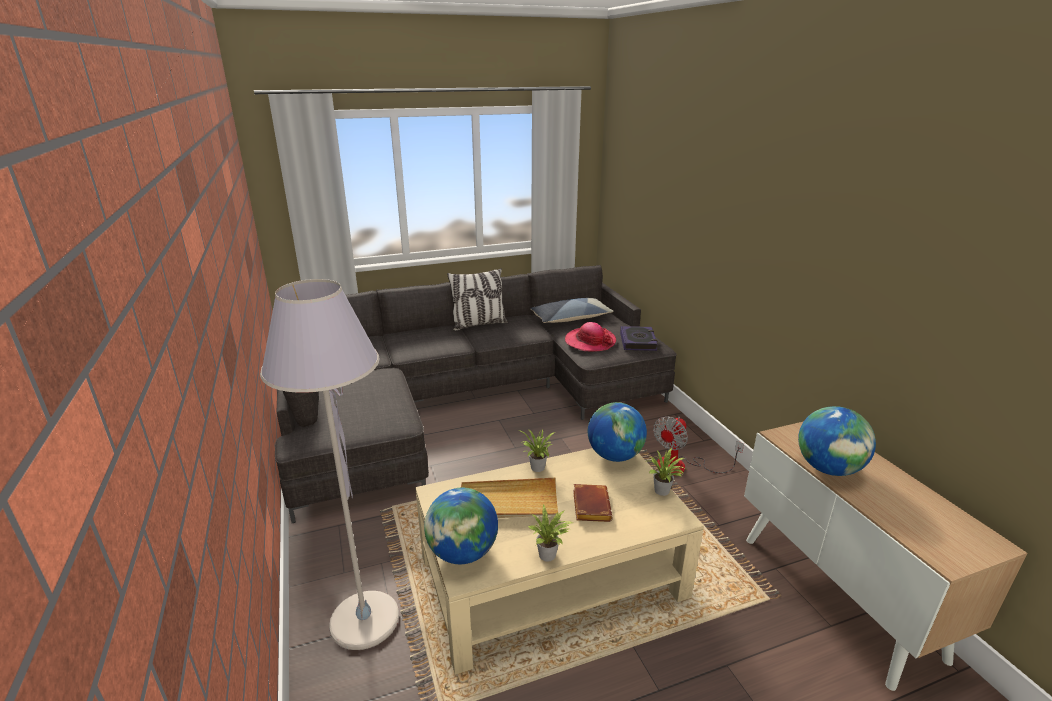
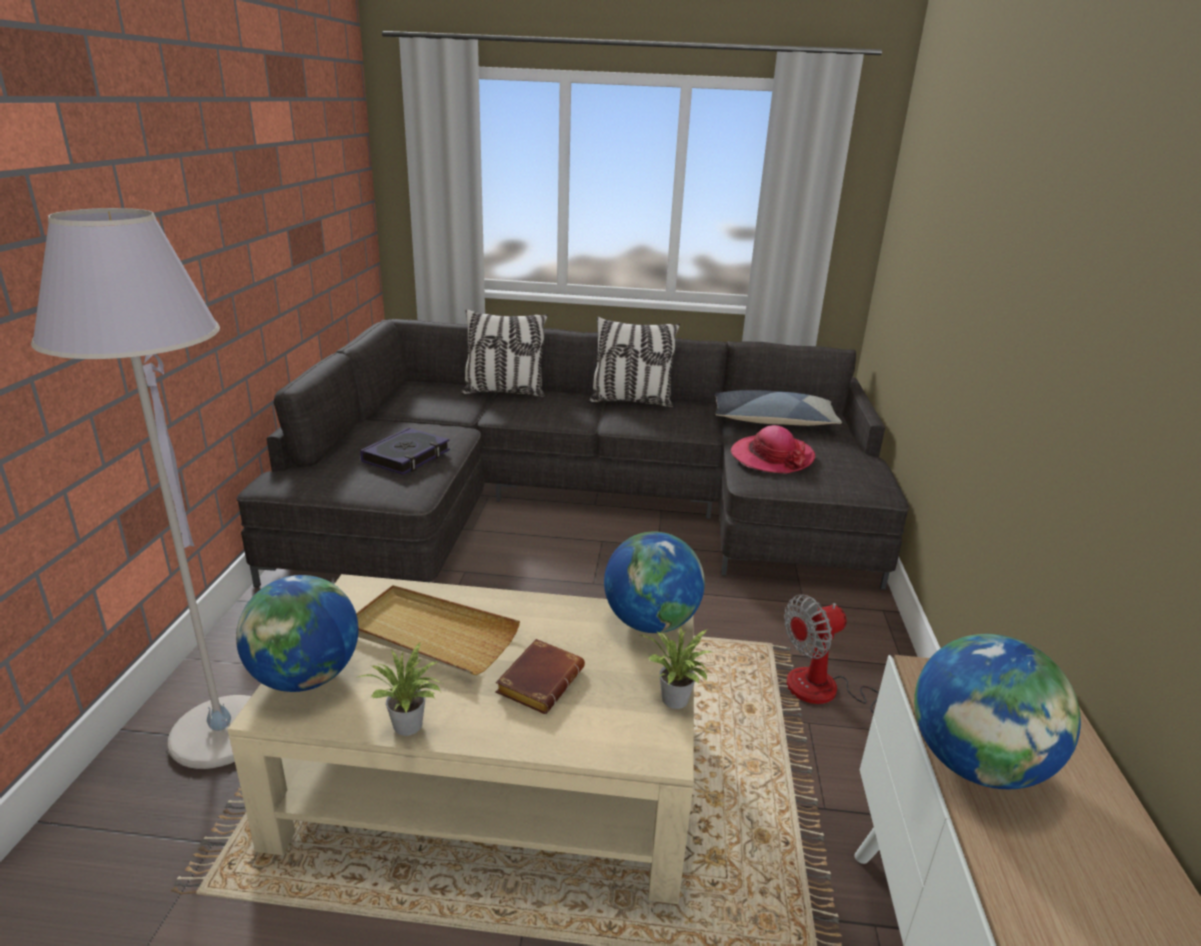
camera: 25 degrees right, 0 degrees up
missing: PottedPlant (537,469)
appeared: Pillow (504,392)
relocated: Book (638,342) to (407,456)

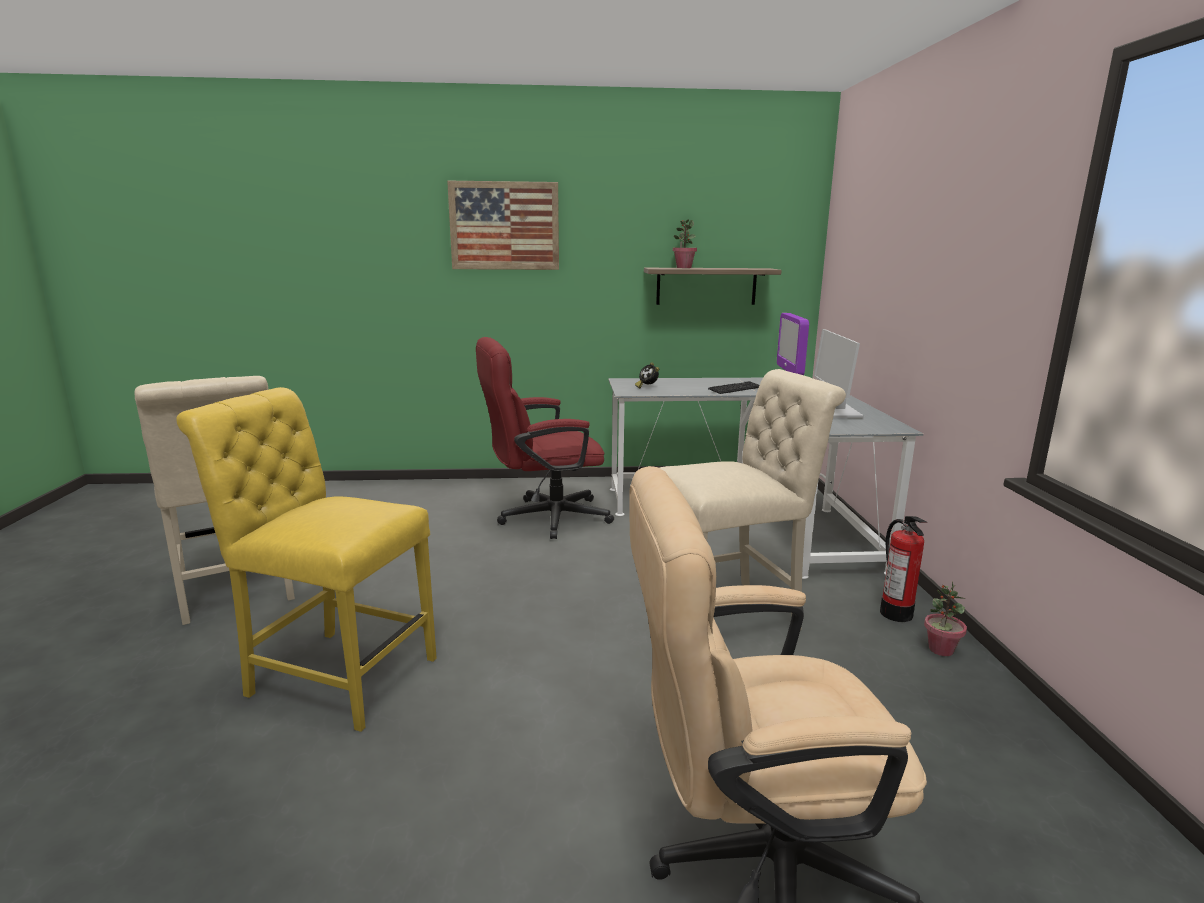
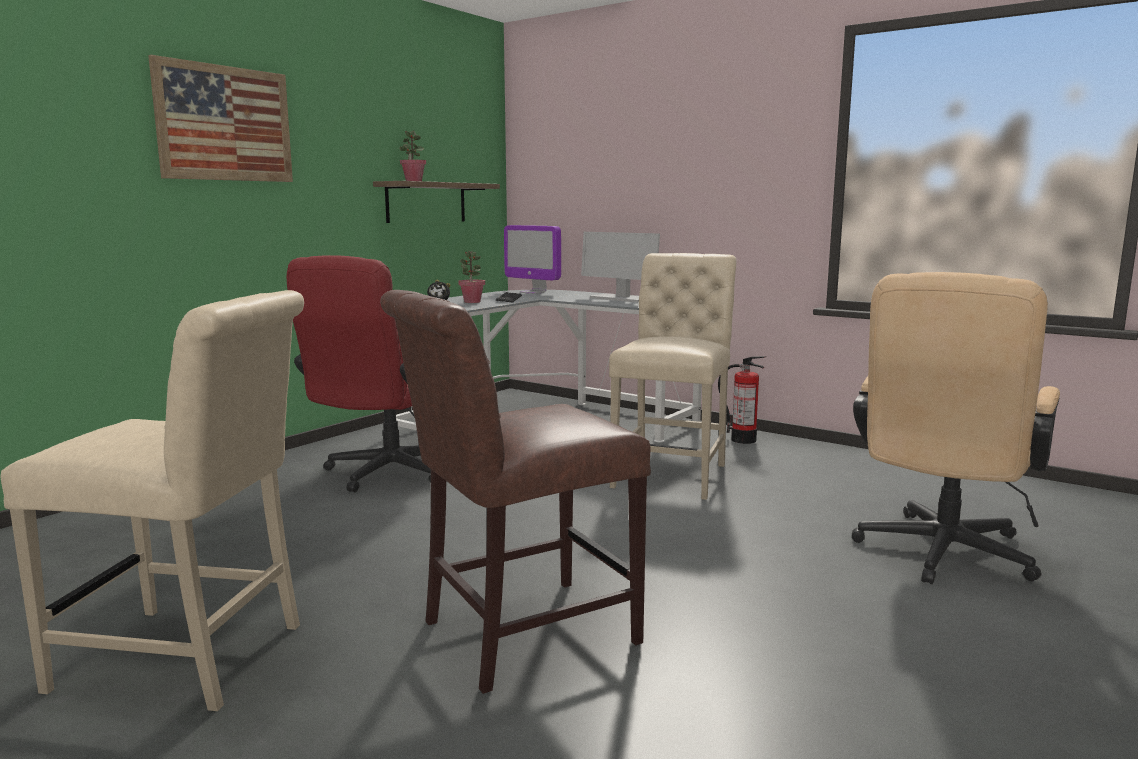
camera: 50 degrees left, 5 degrees down
relocated: PottedPlant (940,650) to (472,302)
colour: YellowChair (335,673) to BrownChair (518,634)

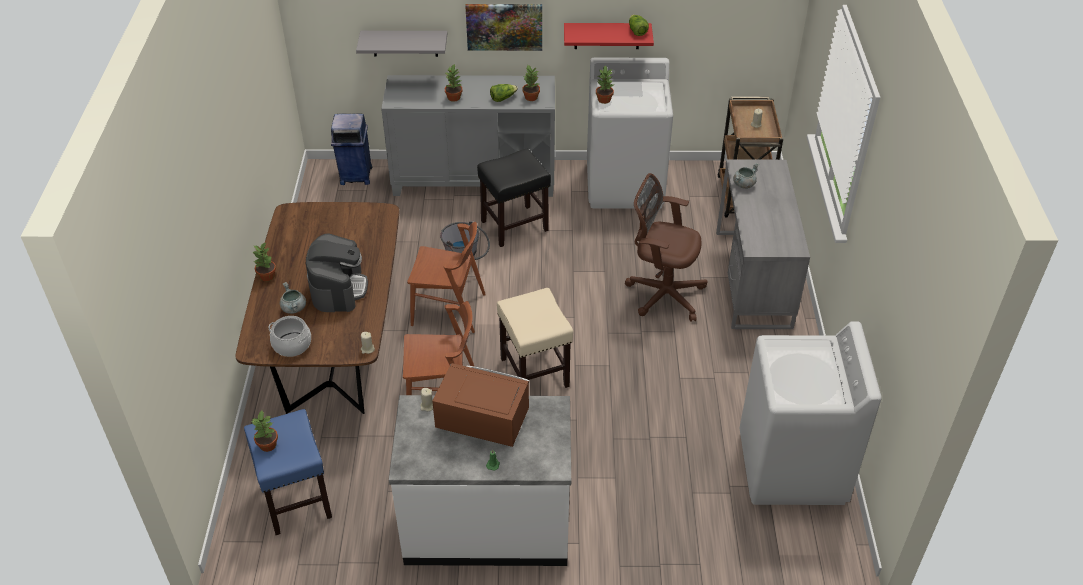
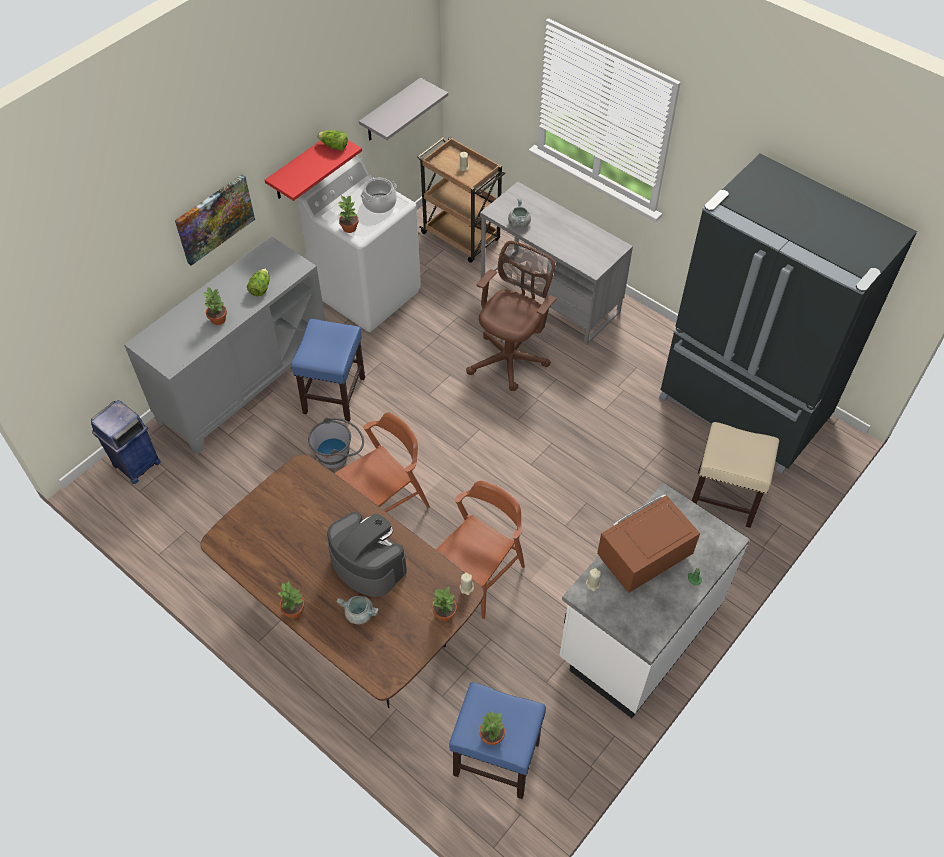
camera: 50 degrees left, 10 degrees up
relocated: GreyShelf (405,43) to (390,111); CookingPot (292,344) to (379,203); PottedPlant (530,97) to (444,613); BeigeStool (535,373) to (724,498)
exchanged: WhiteWashingMachine (792,468) to BlackFridge (743,409)
colour: BlackStool (515,225) to BlueStool (334,394)
spun: BrownOfficeChair (662,294) = (510,357) 150 degrees clockwise

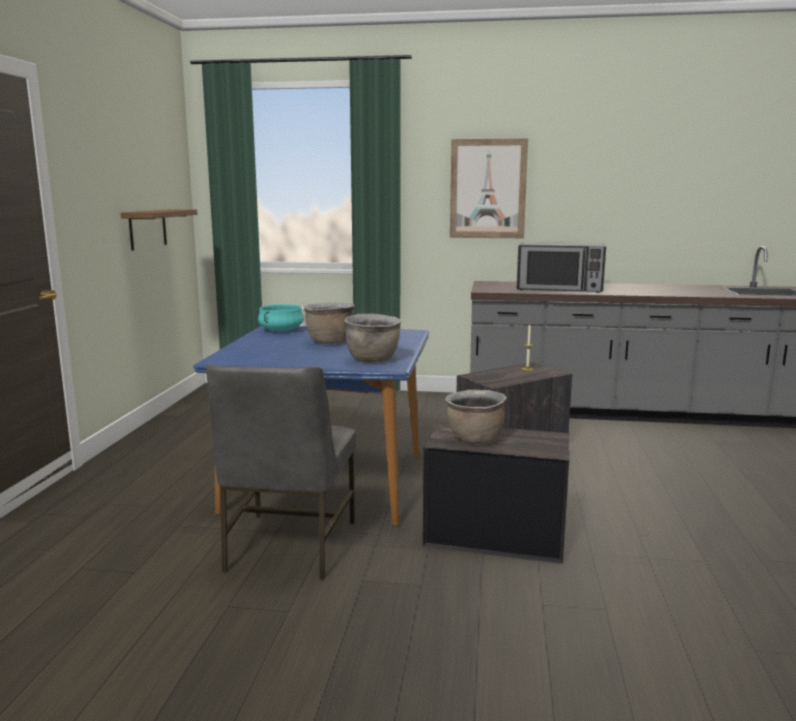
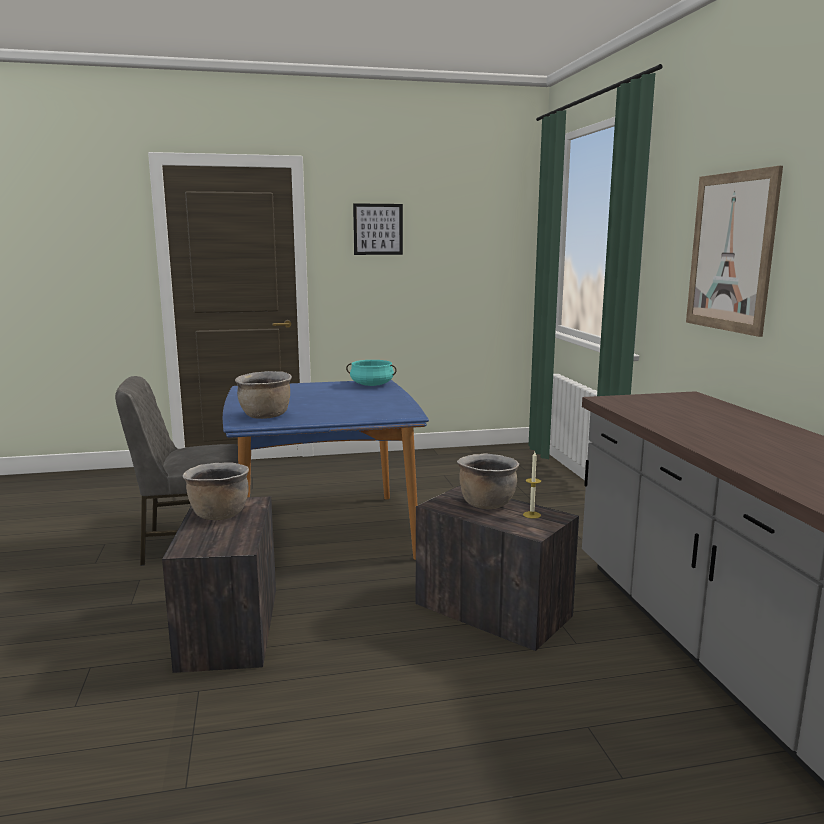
camera: 70 degrees right, 0 degrees up
missing: BrownShelf (147,229); Microwave (559,289)
appeared: Picture (378,229)
relocated: BrownCookingPot (329,342) to (486,504)

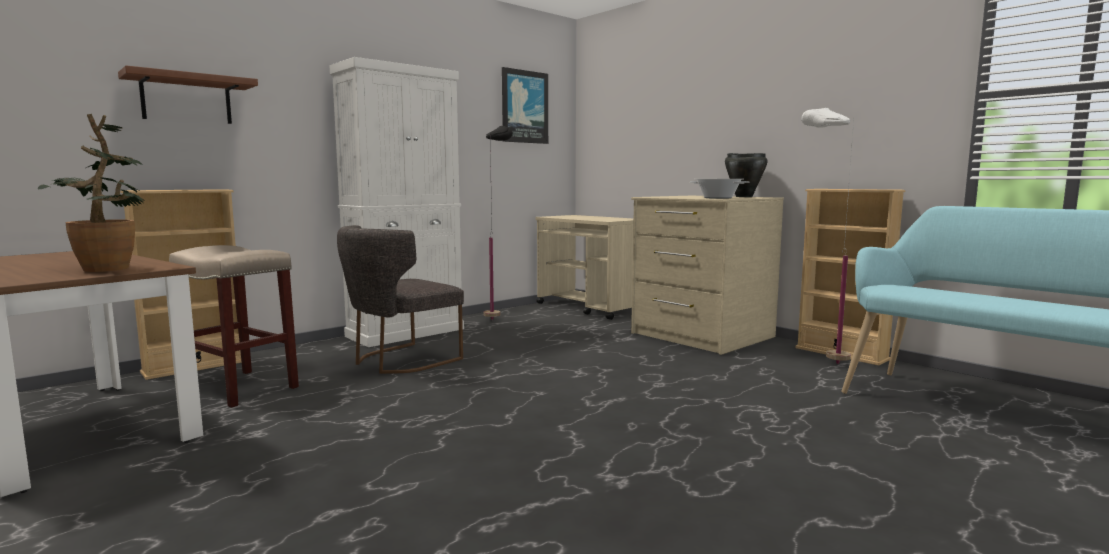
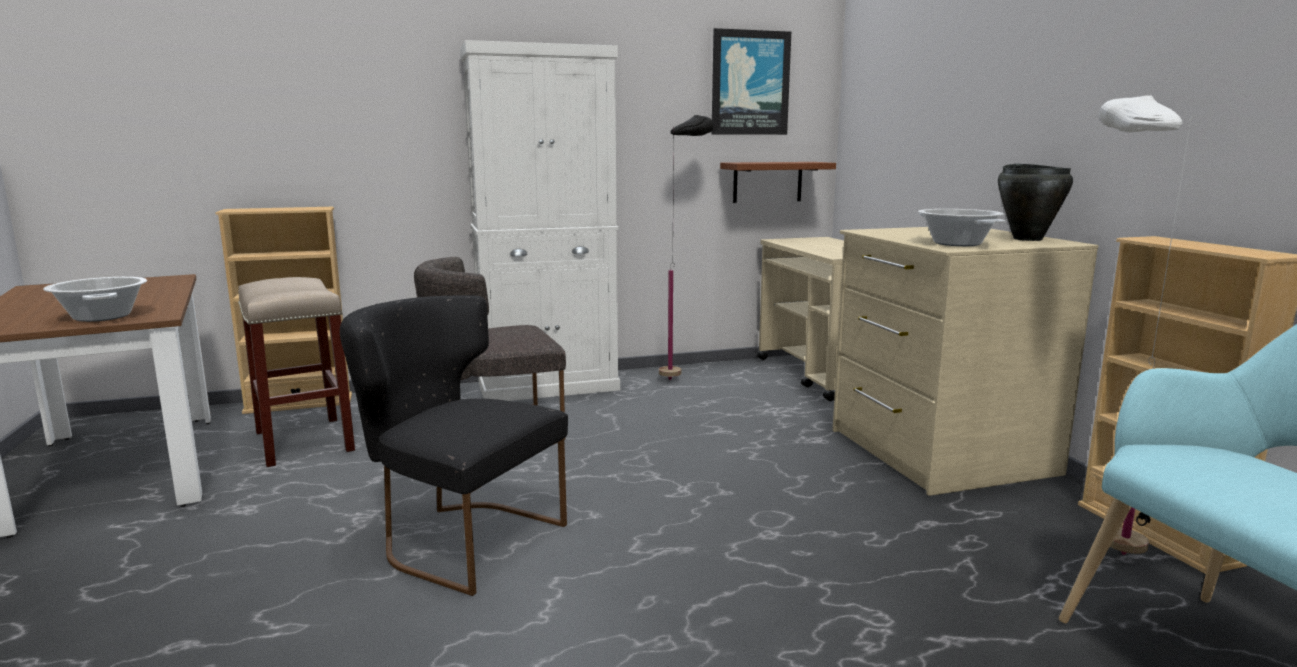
camera: 25 degrees right, 5 degrees up
appeared: BlackChair (460,539)
relocated: BrownShelf (186,100) to (767,182)
exchanged: PottedPlant (107,270) to CookingPot (101,317)

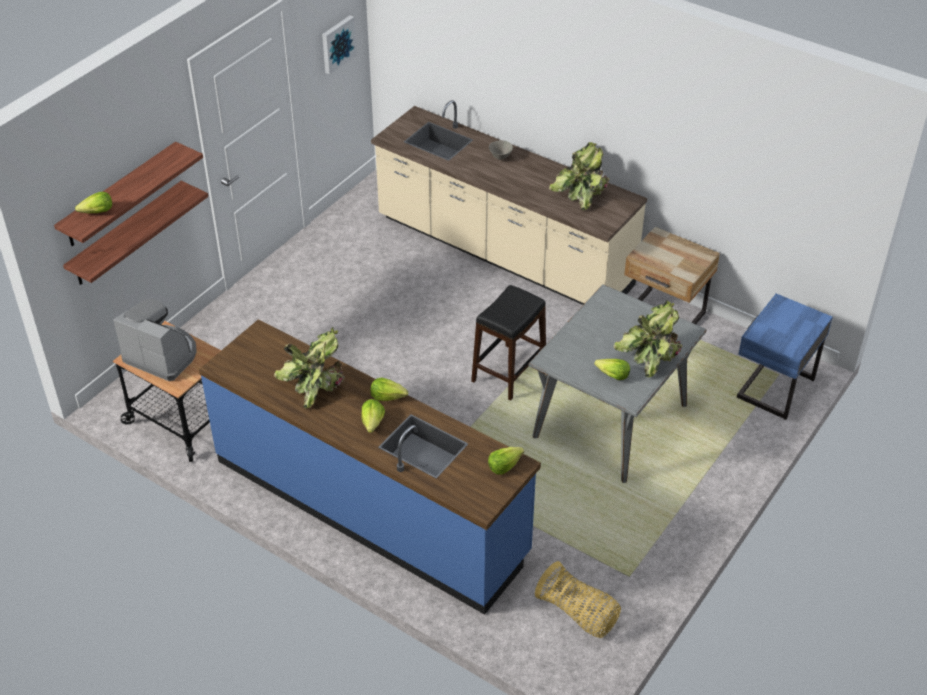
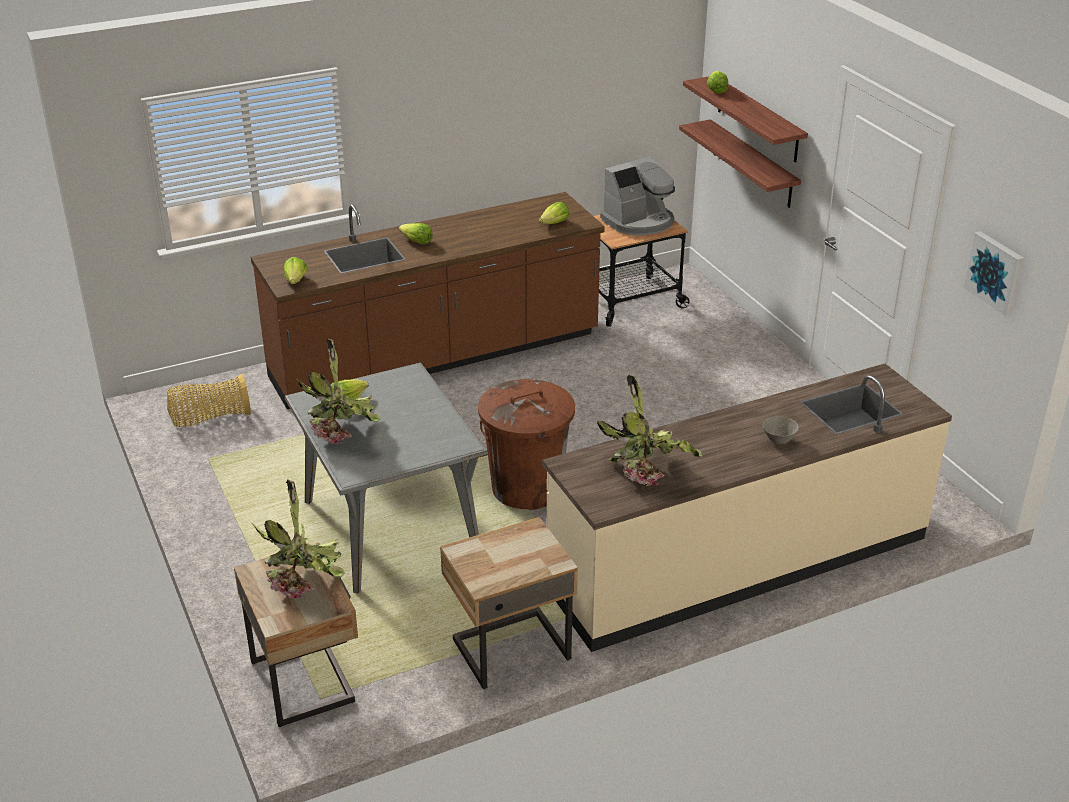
camera: 120 degrees right, 10 degrees down
relocated: PottedPlant (316,384) to (307,585); Lettuce (388,396) to (554,223)
exchanged: BlackStool (508,372) to BrownTrashCan (527,488)
colour: BlueNightstand (773,388) to BeigeNightstand (305,680); BlueCounter (370,506) to BrownCounter (436,358)

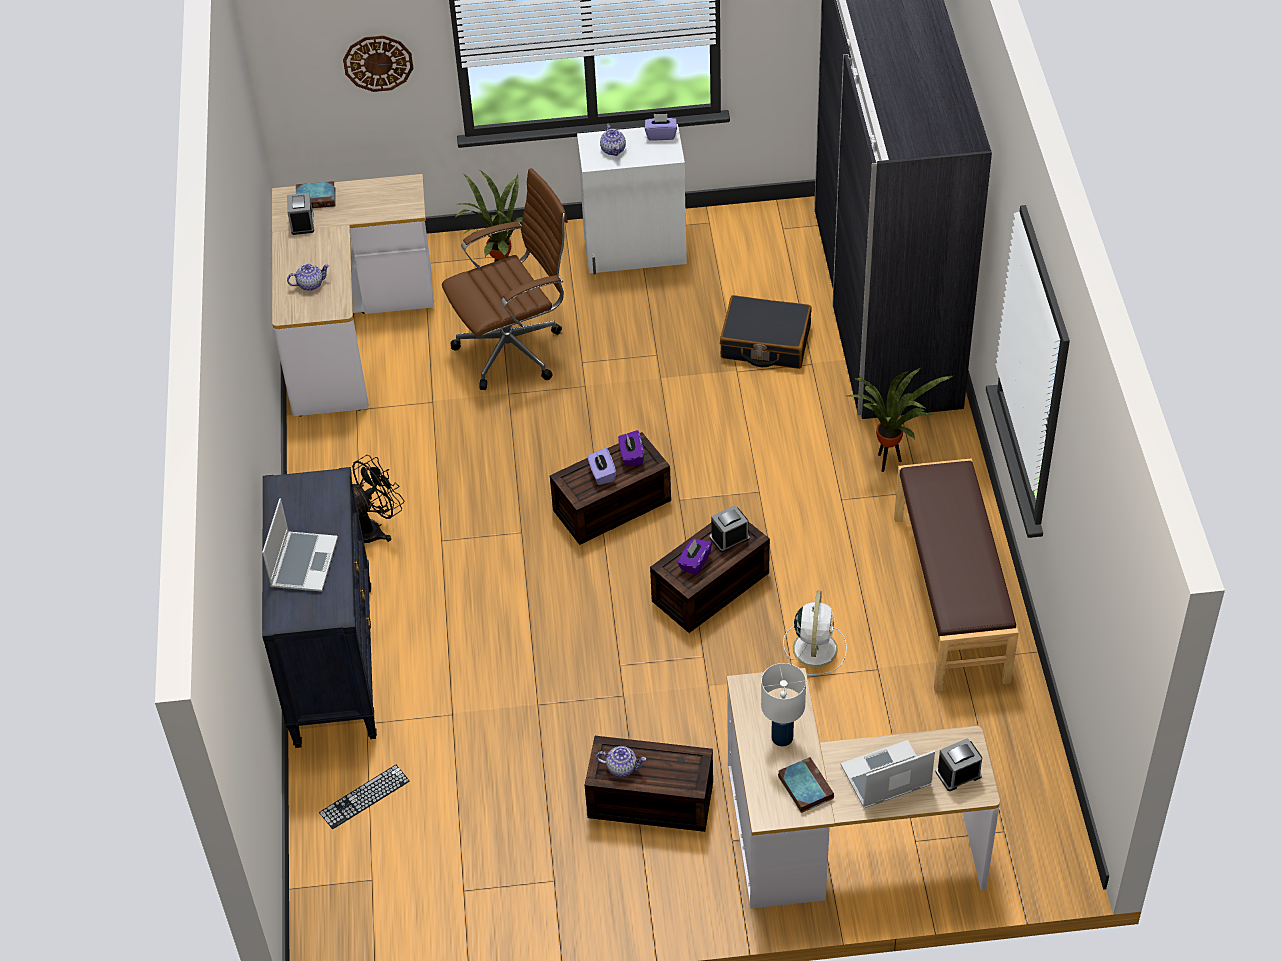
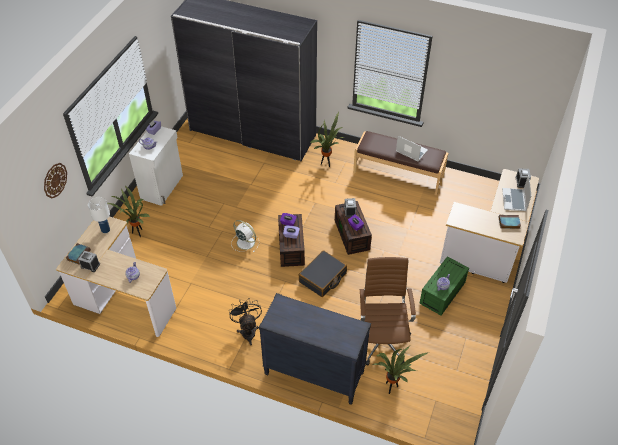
camera: 65 degrees left, 0 degrees up
relocated: WhiteTableLamp (782,738) to (106,230); WhiteFan (815,647) to (245,242); BlackSuitcase (765,342) to (323,278); BrownOfficeChair (515,350) to (382,340); Laptop (303,562) to (411,151)
exchanged: Keyboard (364,797) to PottedPlant (391,388)
colour: BrownStorageBox (648,801) to GreenStorageBox (442,293)

